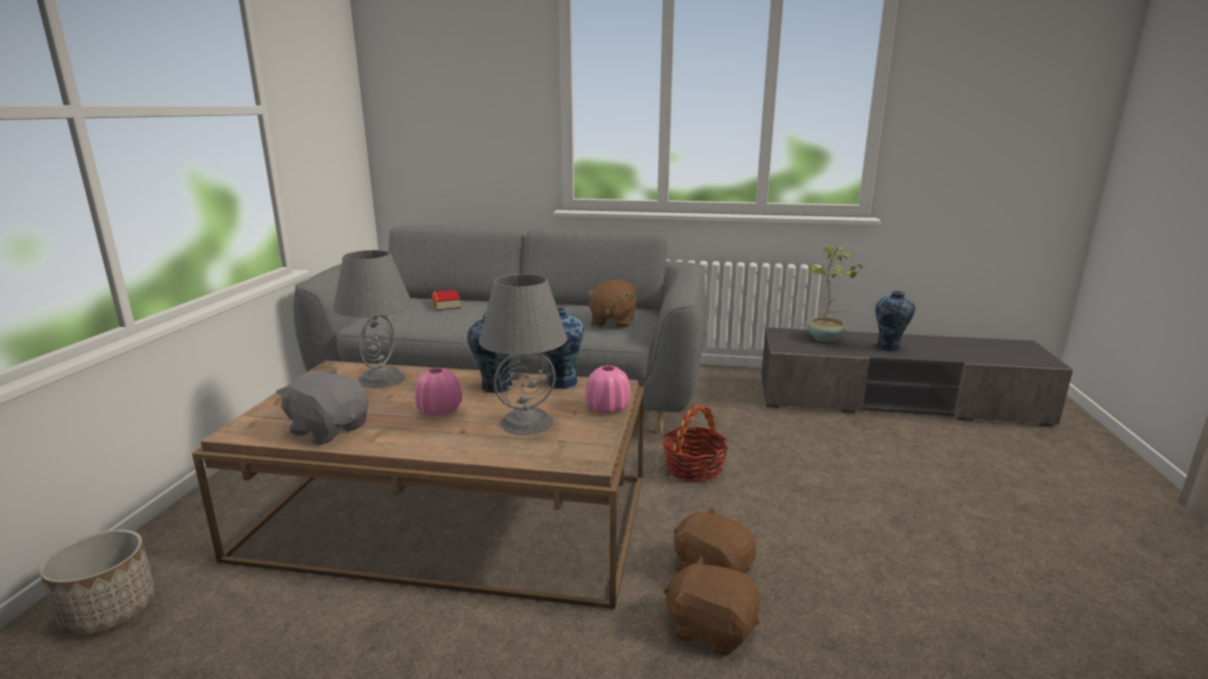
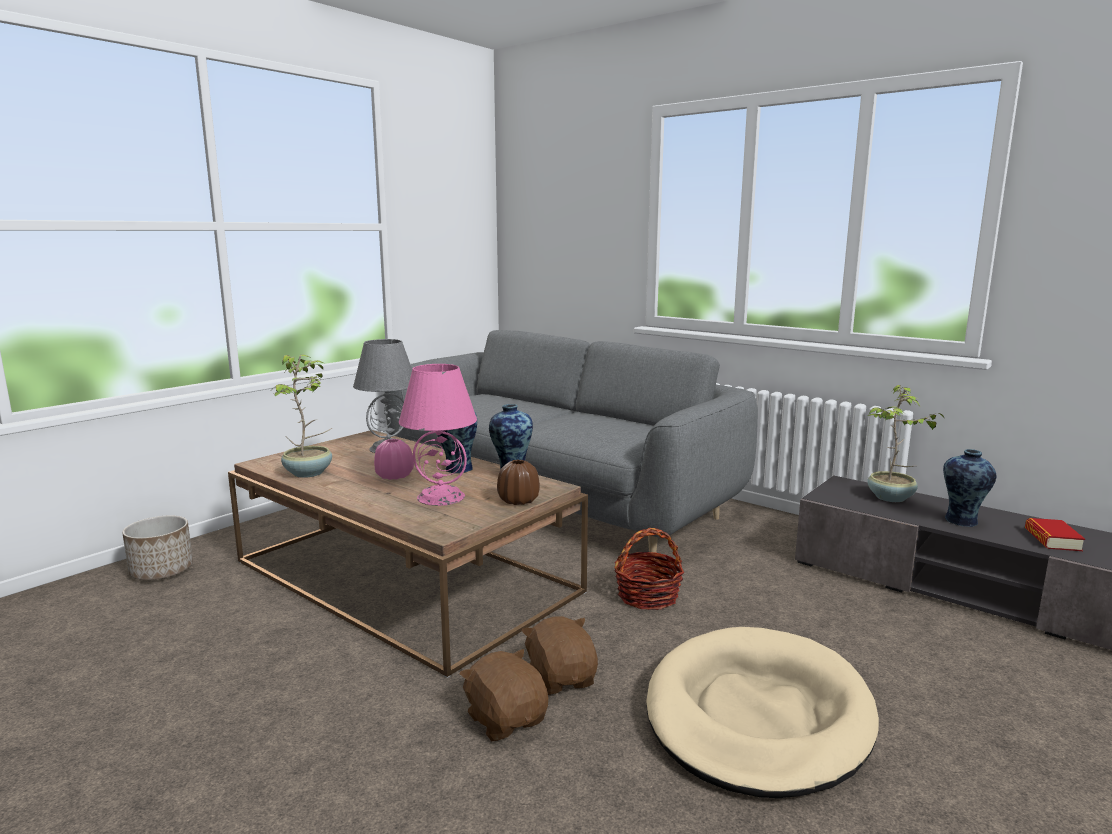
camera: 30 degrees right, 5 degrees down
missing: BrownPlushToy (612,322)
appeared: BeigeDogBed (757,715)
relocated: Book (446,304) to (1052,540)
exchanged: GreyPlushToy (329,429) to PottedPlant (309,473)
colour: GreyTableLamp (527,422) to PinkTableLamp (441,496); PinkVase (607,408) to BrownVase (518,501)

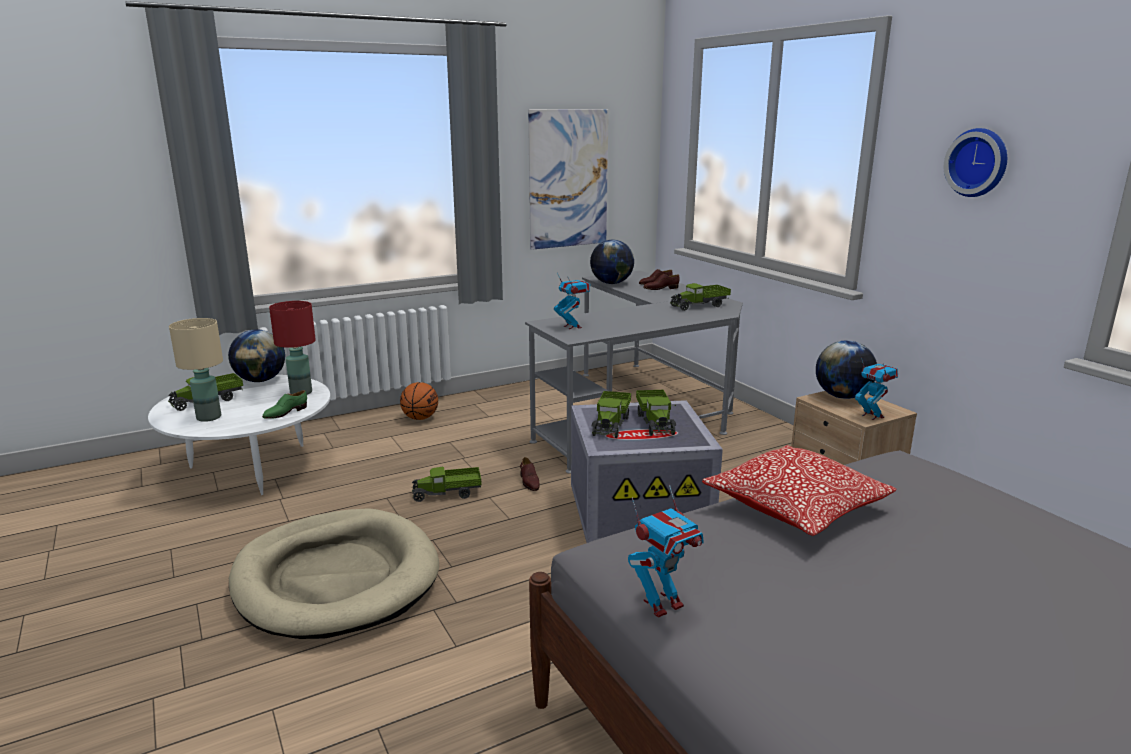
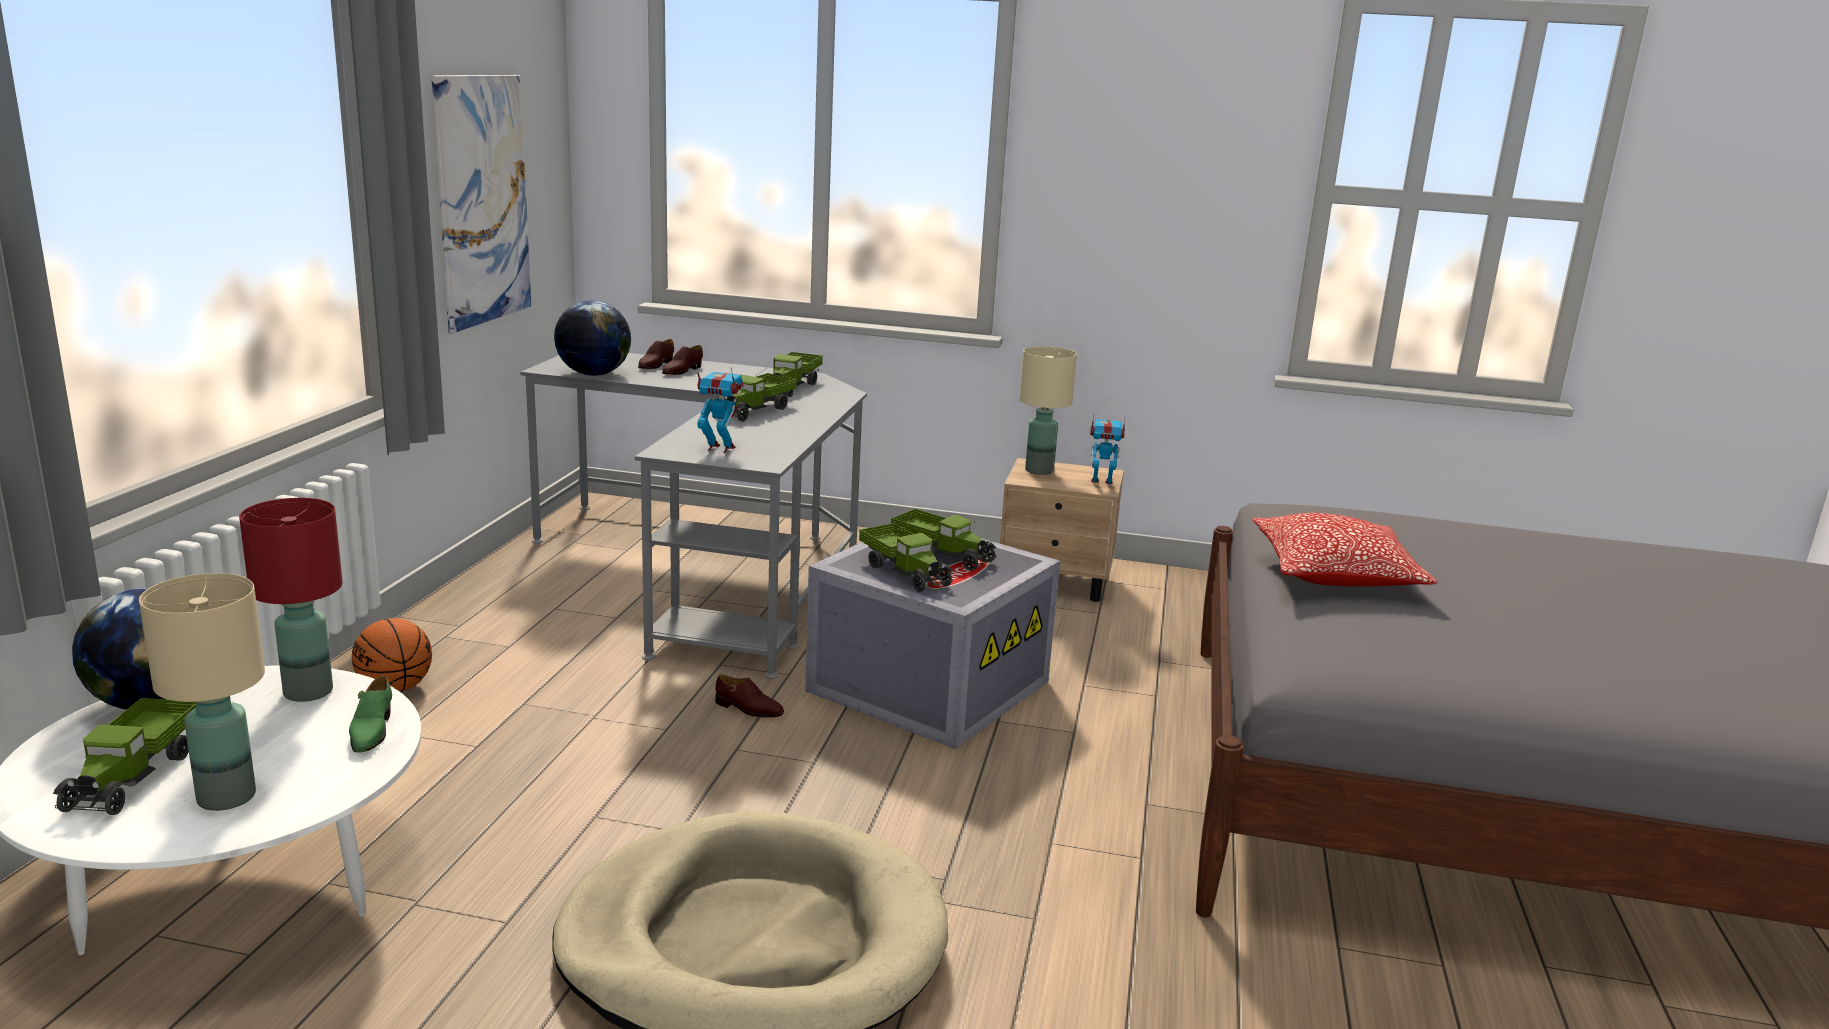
camera: 50 degrees left, 0 degrees up
missing: ToyRobot (662,604); WallClock (978,162)
relocated: ToyTruck (447,494) to (755,410)
exchanged: Globe (842,397) to BeigeTableLamp (1040,471)

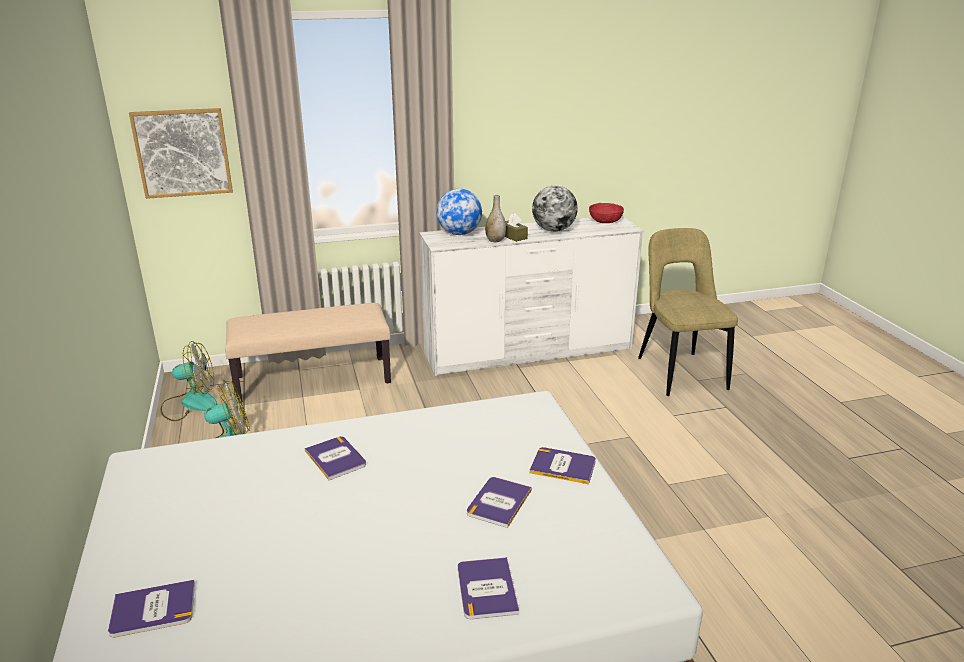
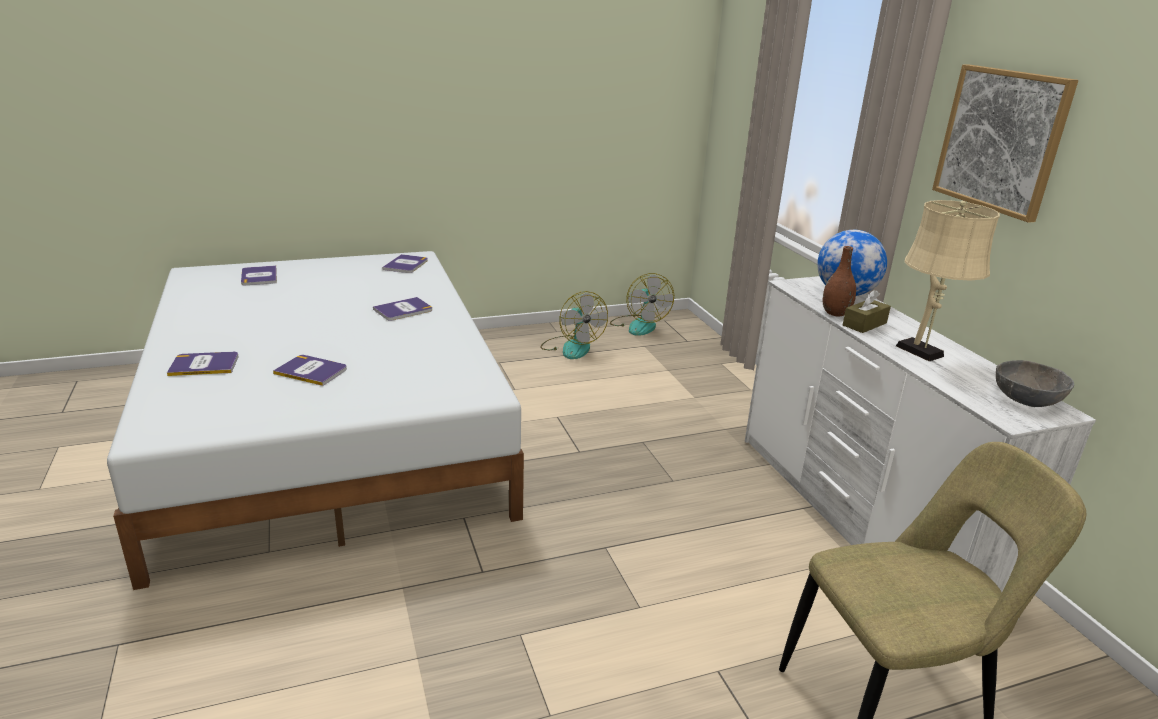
camera: 85 degrees right, 0 degrees up
missing: BeigeBench (313,379)
relocated: Book (563,466) to (406,264); Picture (183,153) to (1001,140)
exchanged: Globe (553,230) to BeigeTableLamp (923,353)
colour: GreyVase (495,240) to BrownVase (835,313); RedBowl (605,221) to GreyBowl (1027,399)

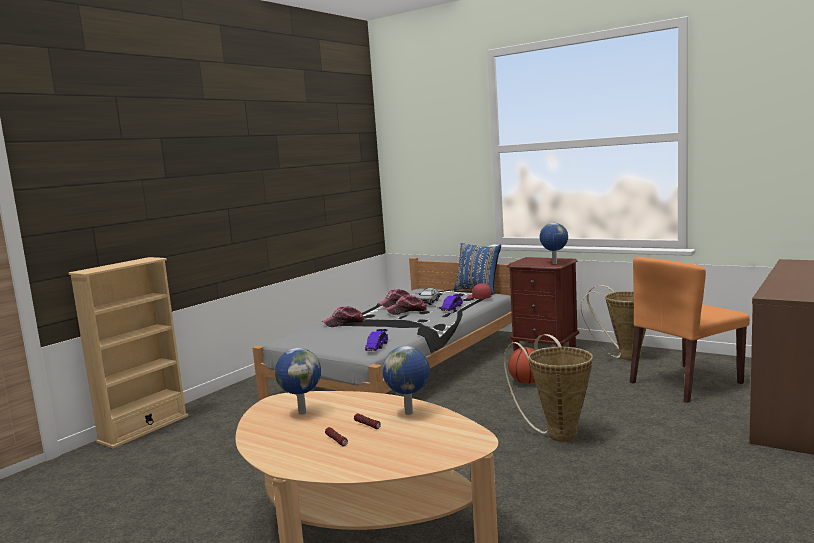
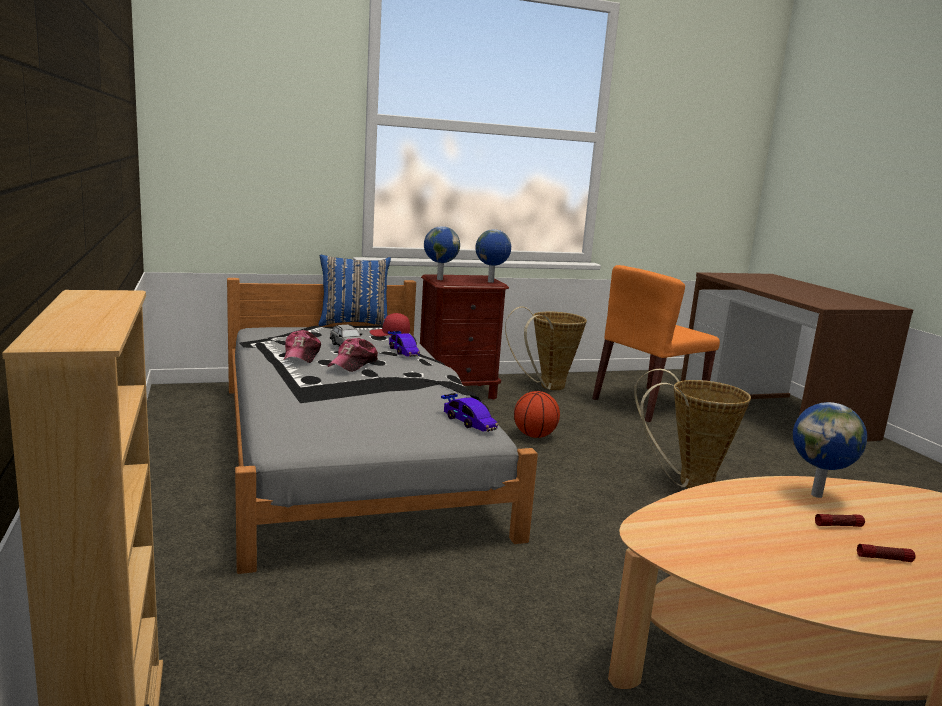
camera: 55 degrees left, 5 degrees up
missing: Cap (344,323)
relocated: Globe (302,412) to (439,279)
spun: OrangeChair (685,383) = (647,404) 45 degrees clockwise

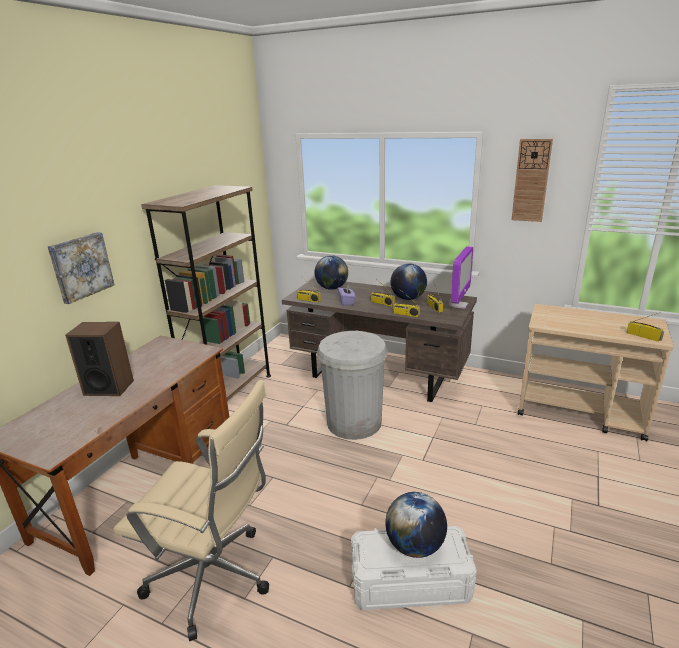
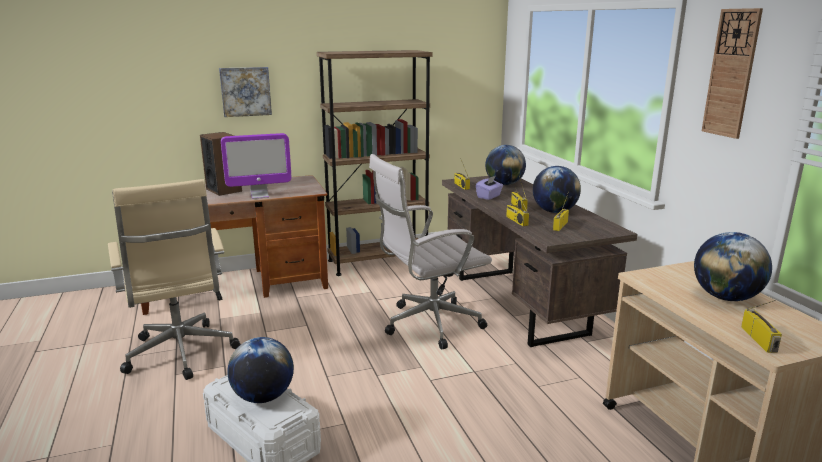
camera: 45 degrees right, 5 degrees down
appeared: Globe (725,297)
relocated: Monitor (458,305) to (259,196)
exchanged: WhiteTrashCan (354,422) to WhiteOfficeChair (428,324)

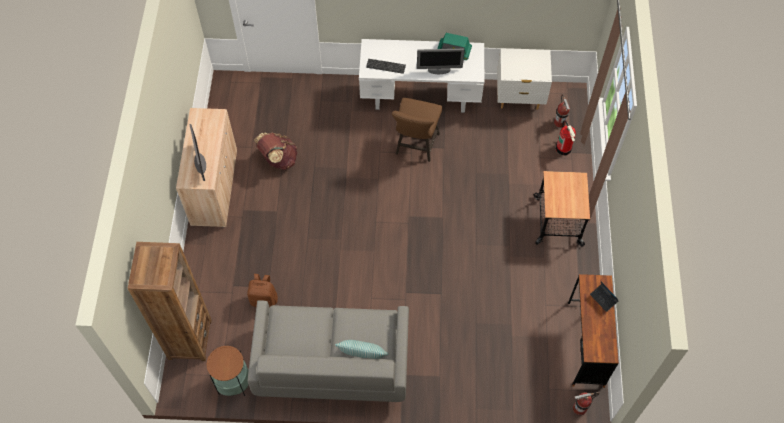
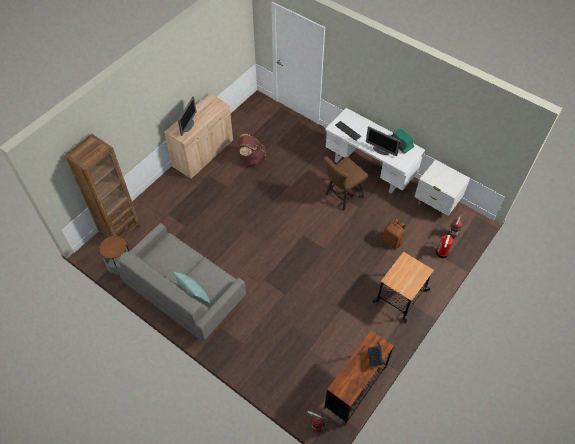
camera: 35 degrees right, 5 degrees down
relocated: BrownBackpack (264,299) to (392,241)

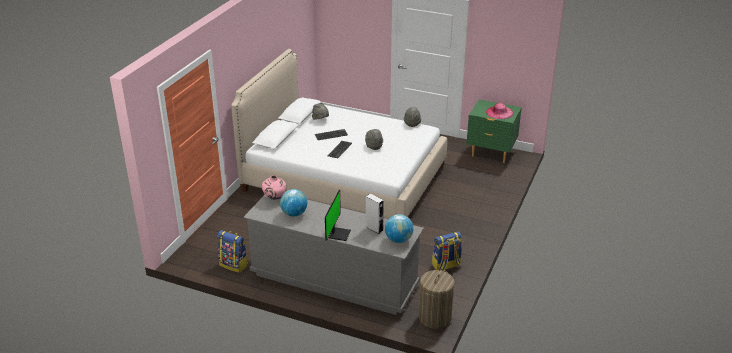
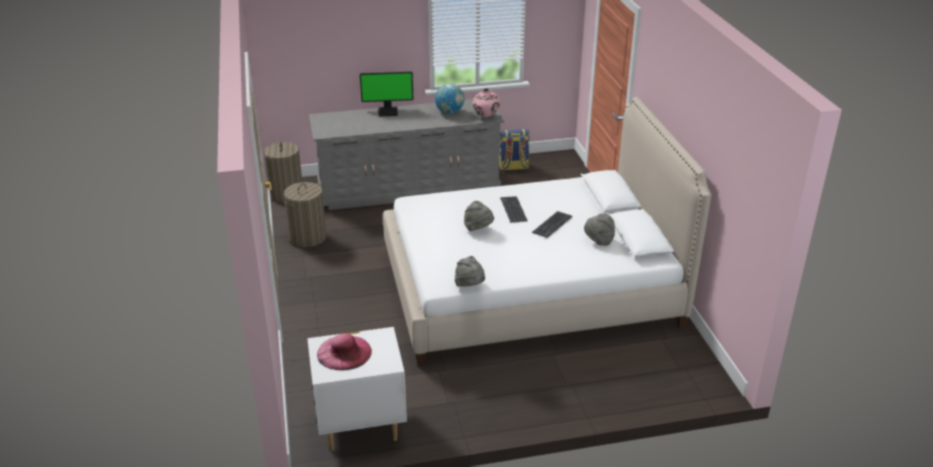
camera: 145 degrees right, 0 degrees up
missing: GreySpeaker (374,228); Globe (398,239)
exchanged: Backpack (446,266) to LaundryBasket (308,237)
colour: GreenNightstand (491,154) to WhiteNightstand (360,427)
spun: Monitor (338,234) = (388,111) 75 degrees counterclockwise

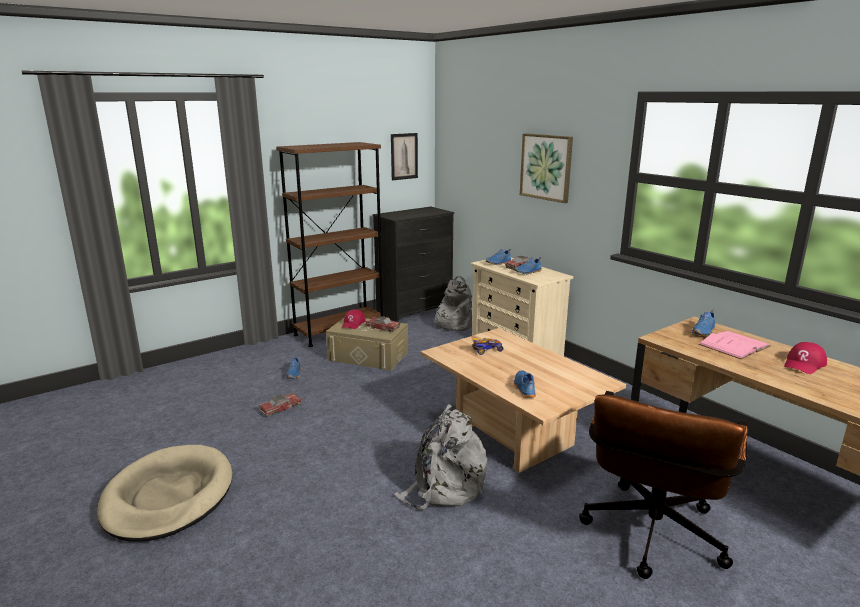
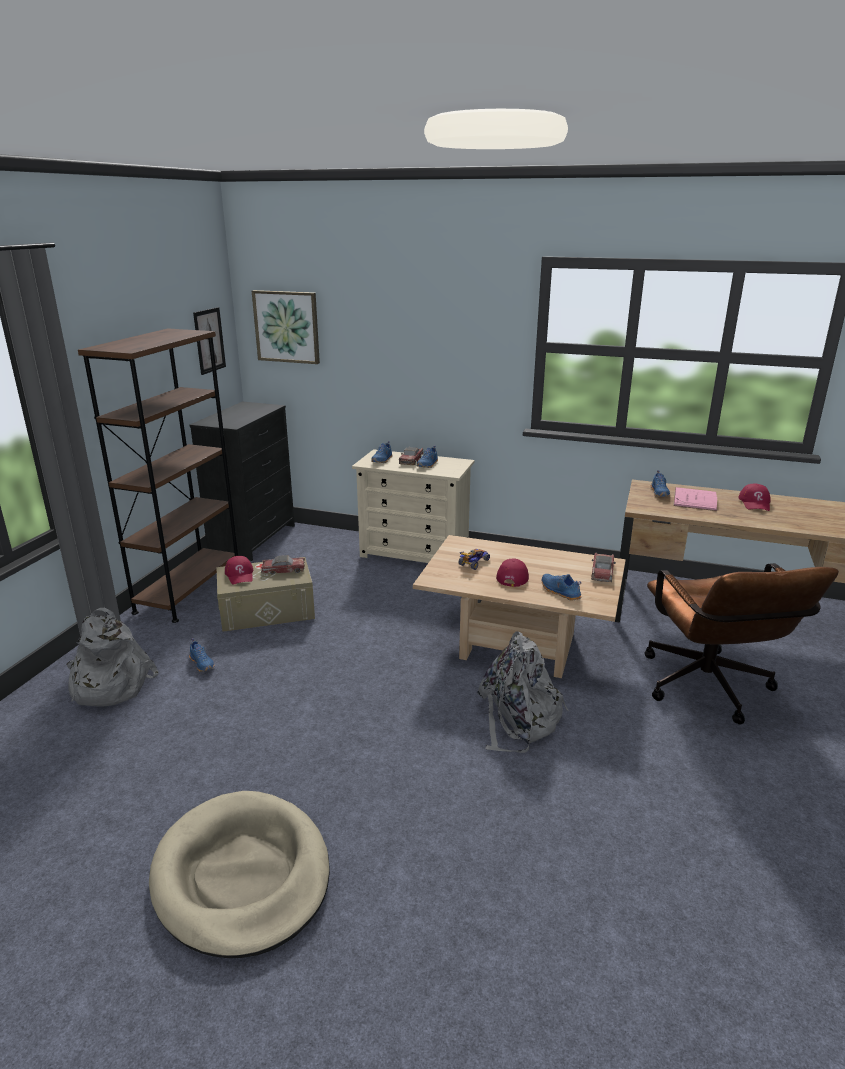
camera: 35 degrees left, 5 degrees up
appeared: RedCap (513,576)
relocated: GreyBackpack (454,323) to (108,685); Picture (546,167) to (287,327); ToyCar (280,408) to (602,572)

